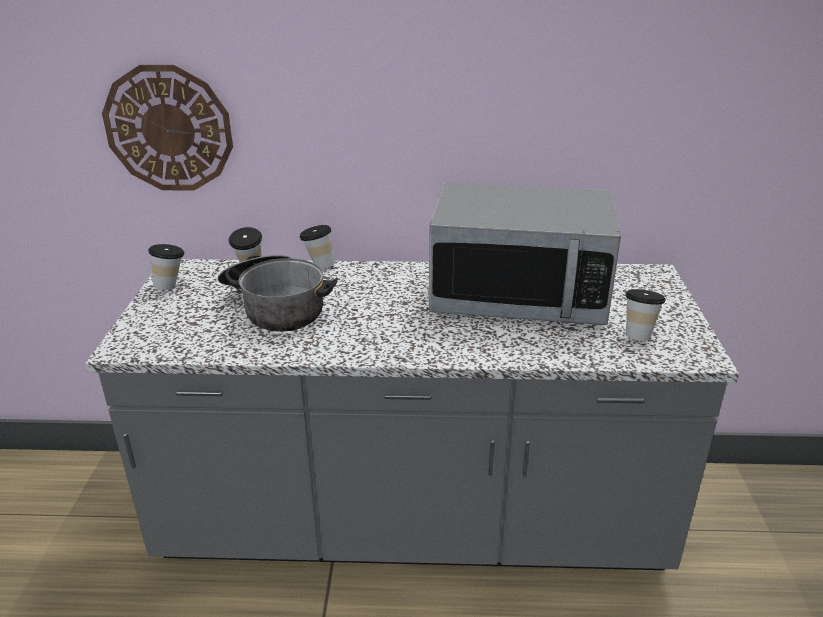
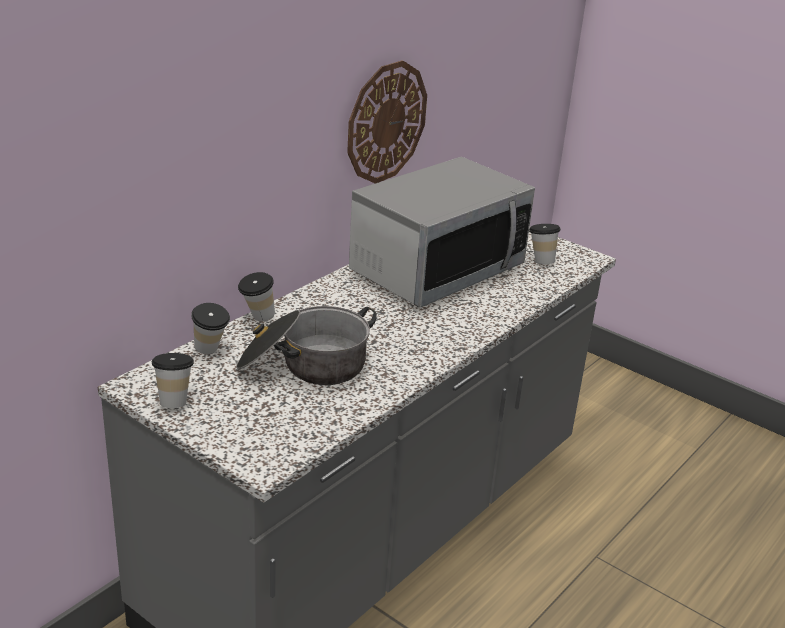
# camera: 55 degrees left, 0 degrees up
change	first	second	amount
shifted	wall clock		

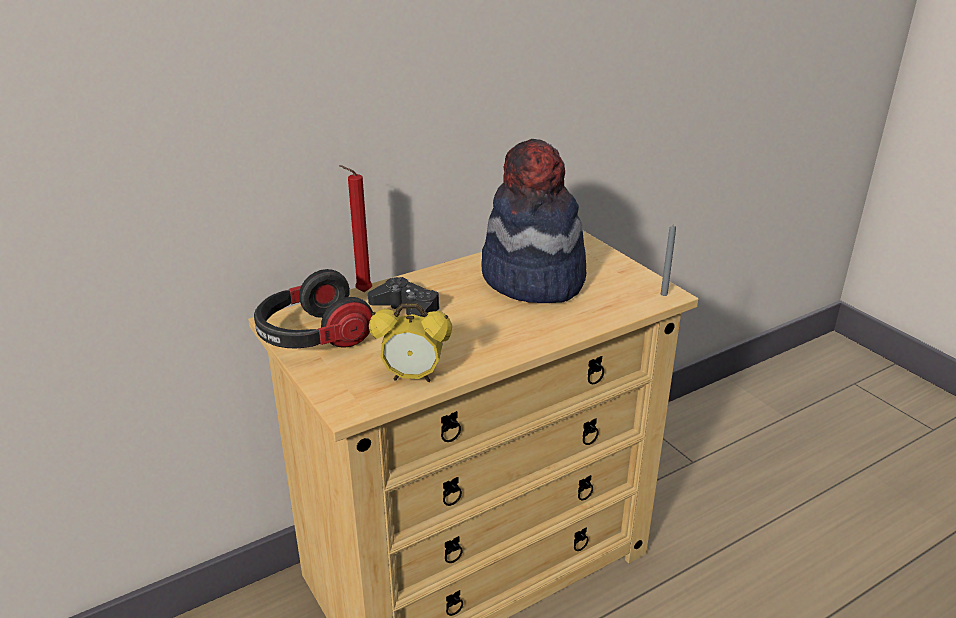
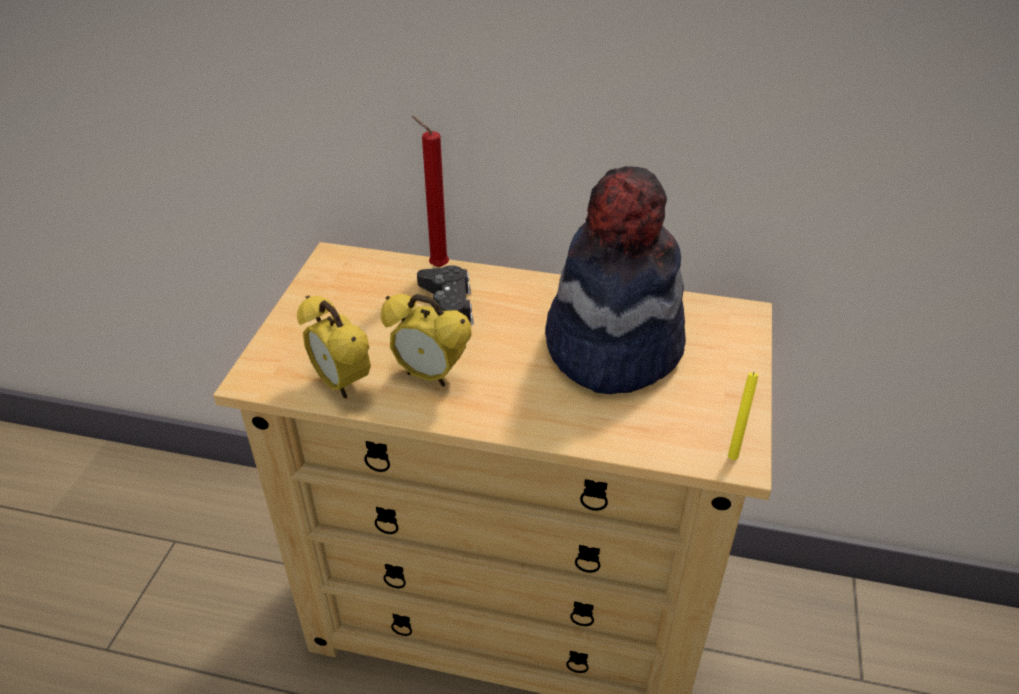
# camera: 45 degrees right, 10 degrees up
change	first	second	amount
gone	headphones		
new		alarm clock (no. 2 from left)	
repainted	grey candle	yellow candle	

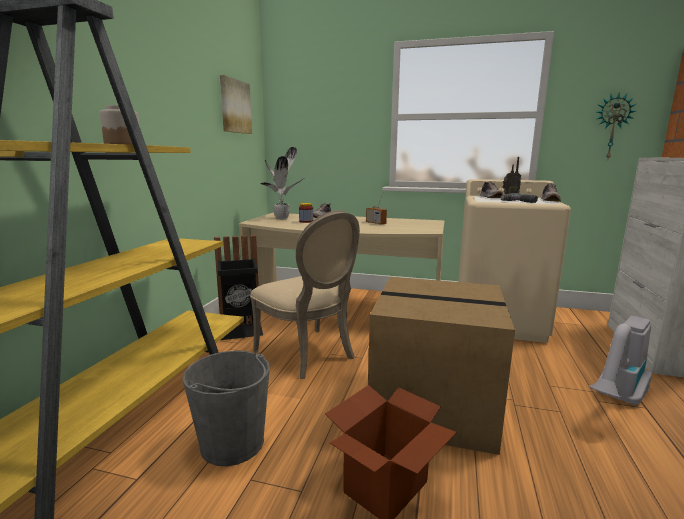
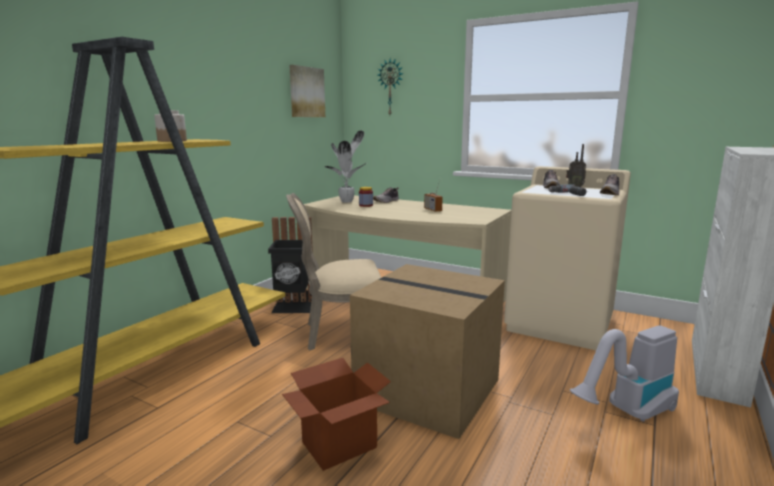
# camera: 15 degrees right, 0 degrees up
change	first	second	amount
gone	grey bucket		
shifted	wall clock		
rotated	beige chair		105 degrees clockwise

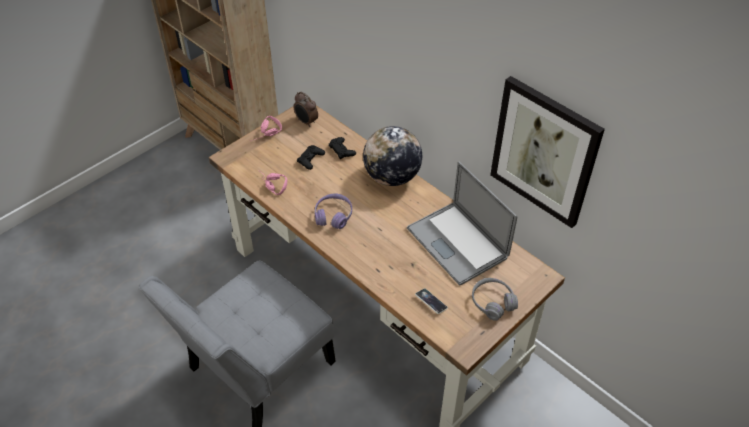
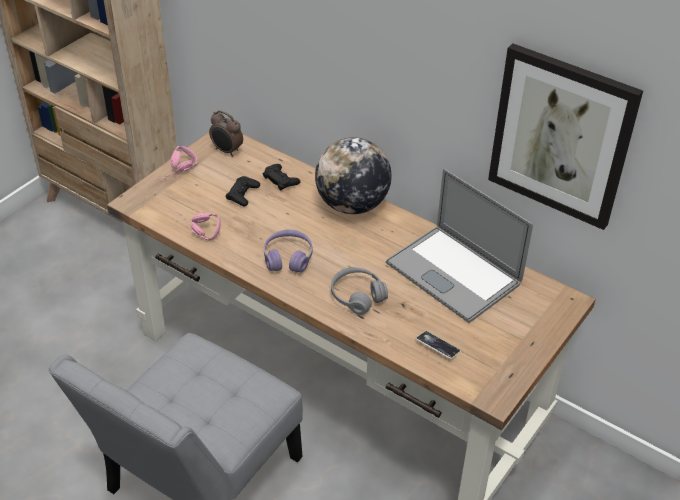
# camera: 10 degrees left, 5 degrees down
change	first	second	amount
shifted	grey headphones		

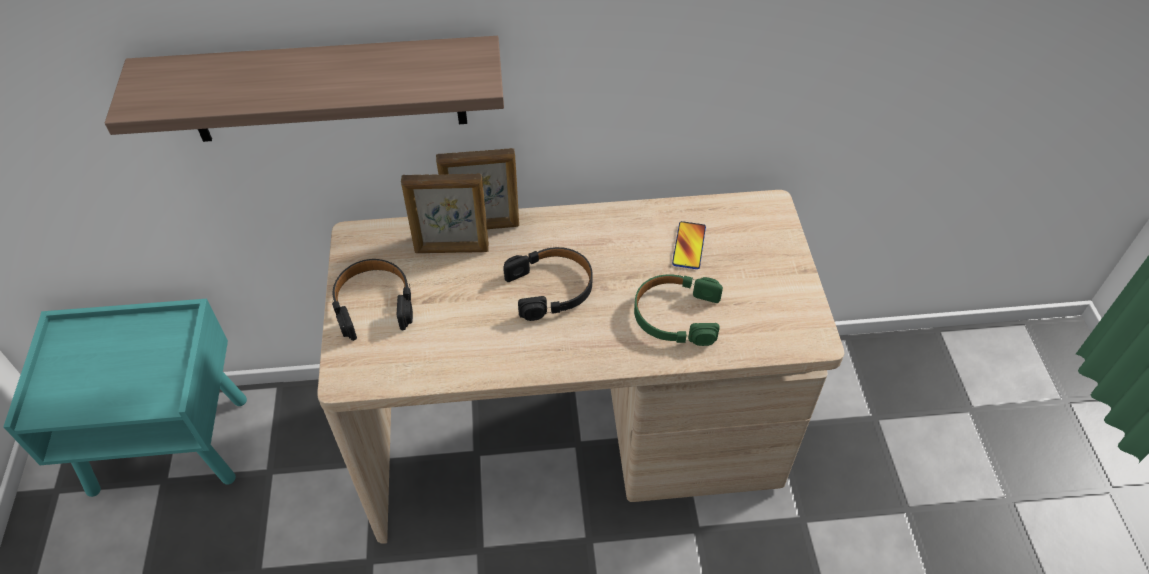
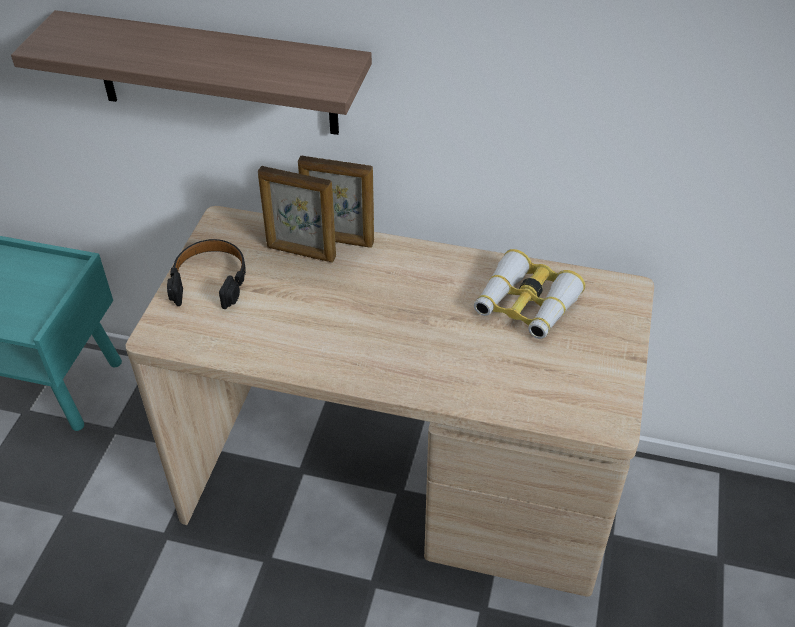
# camera: 20 degrees right, 5 degrees down
change	first	second	amount
gone	black headphones (no. 2 from left)		
gone	green headphones		
swapped	phone	binoculars	

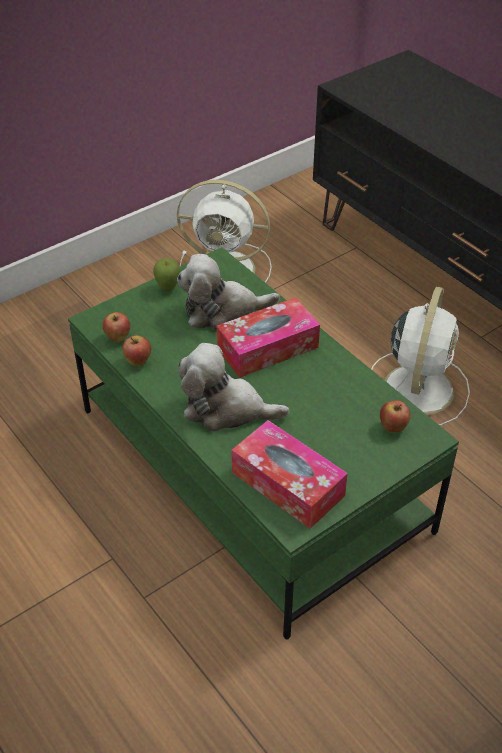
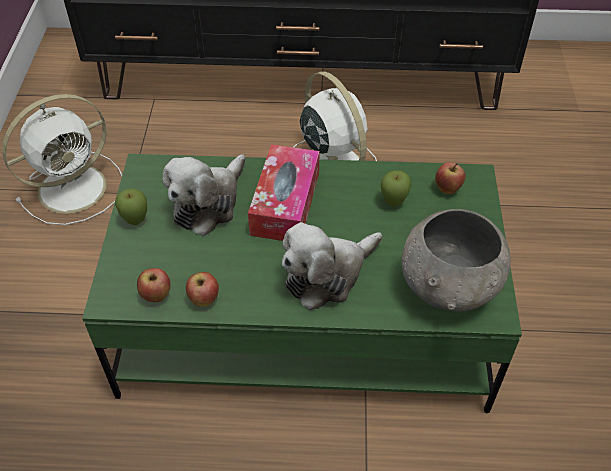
# camera: 50 degrees left, 5 degrees up
change	first	second	amount
new		apple (no. 4 from left)	
swapped	tissue box (no. 2 from left)	grey bowl	

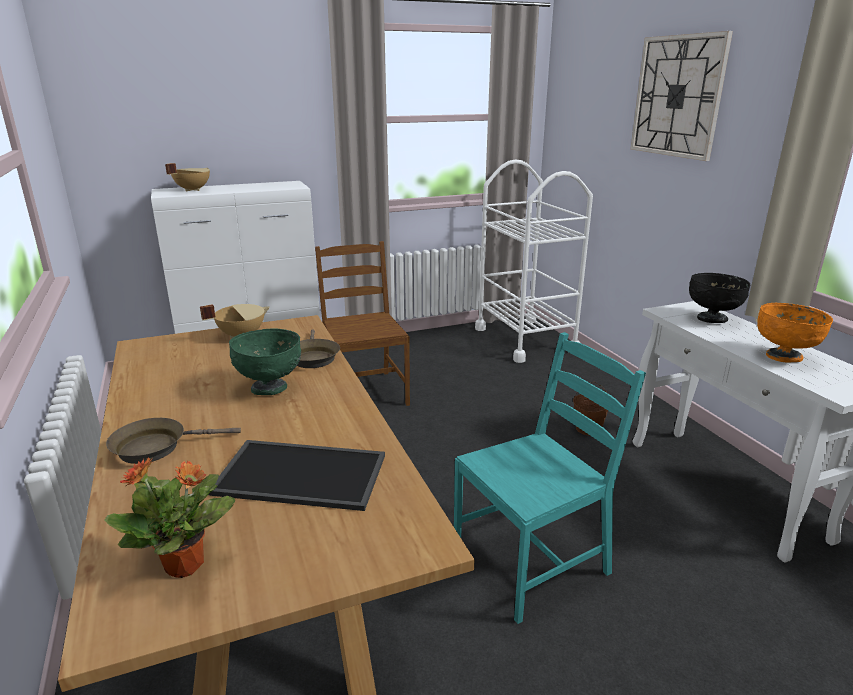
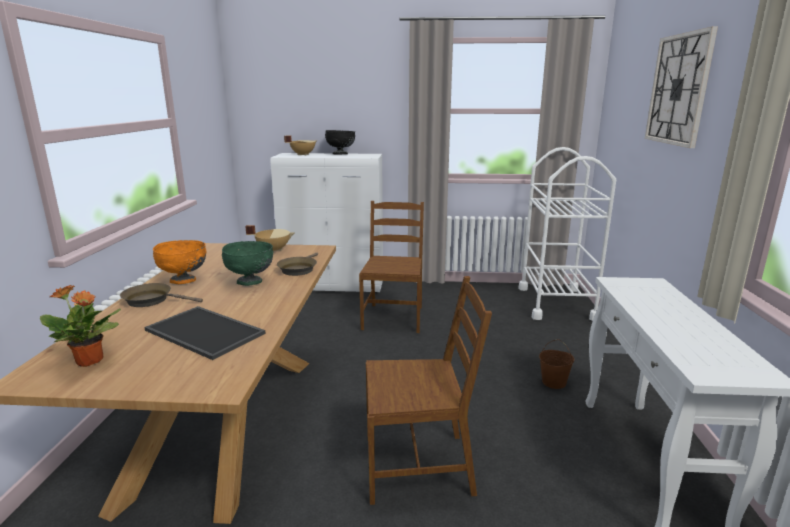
# camera: 25 degrees right, 5 degrees down
change	first	second	amount
shifted	black bowl		
shifted	orange bowl		
repainted	turquoise chair	brown chair (no. 2 from left)	

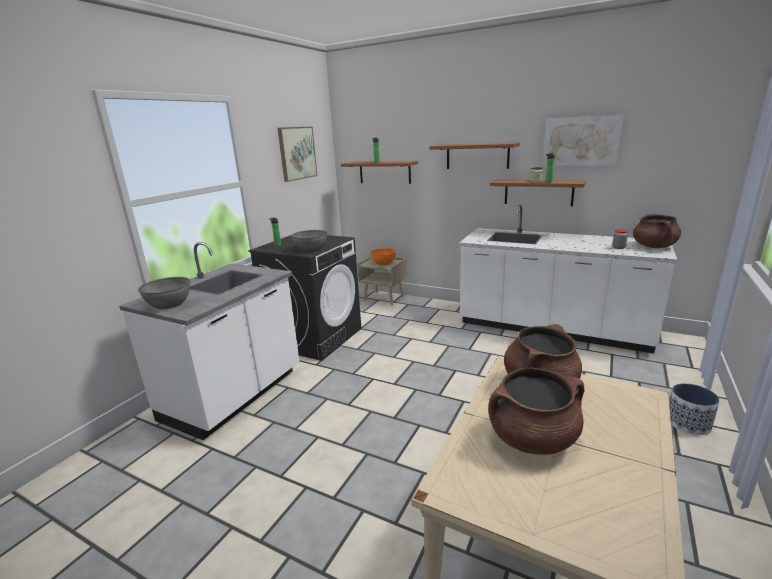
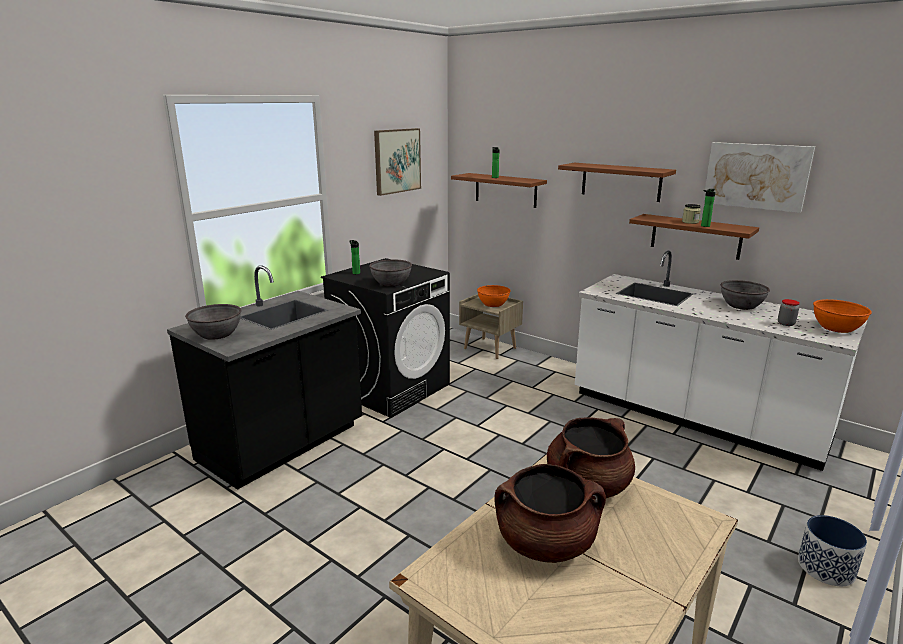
# camera: 10 degrees right, 0 degrees up
change	first	second	amount
new		grey bowl (no. 3 from left)	
swapped	brown cooking pot (no. 3 from left)	orange bowl (no. 2 from left)	
repainted	white counter (no. 1 from left)	black counter	

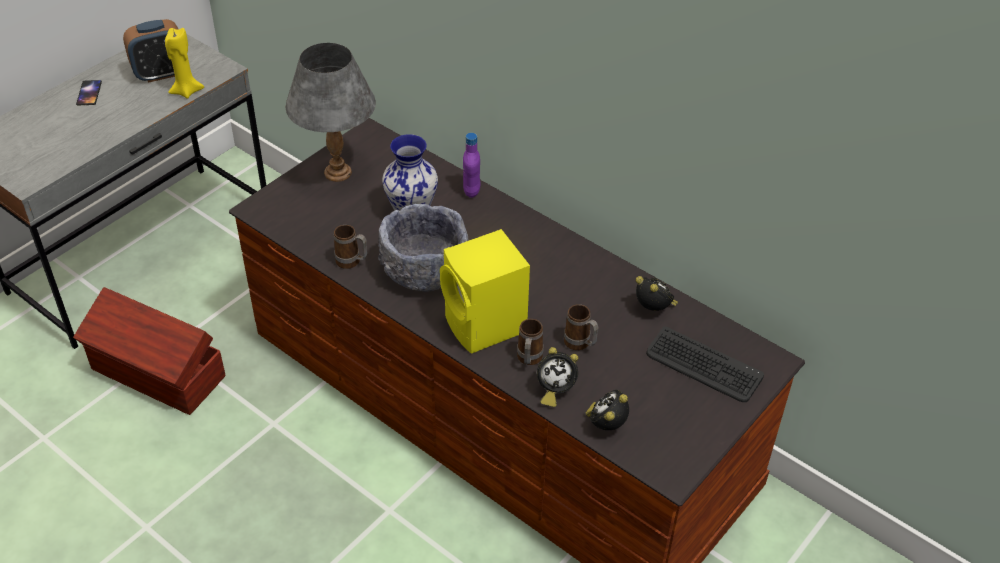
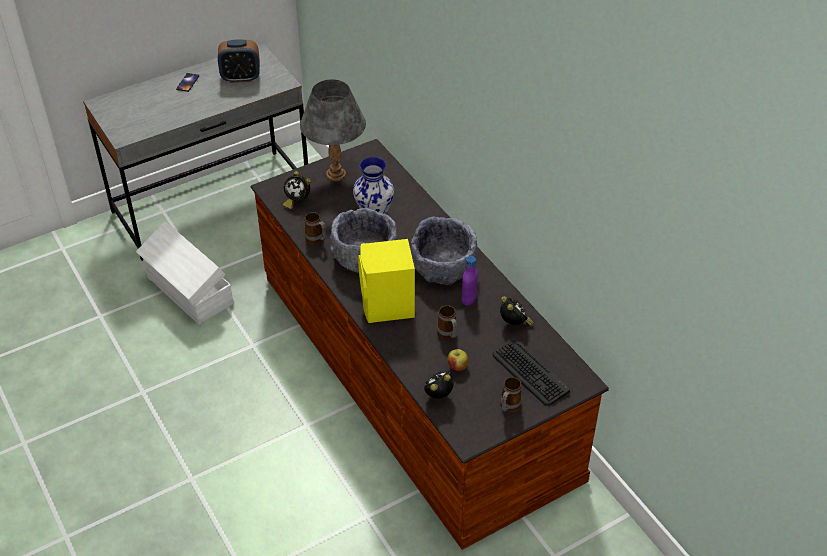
# camera: 20 degrees right, 0 degrees up
change	first	second	amount
gone	yellow candle		
new		grey bowl (no. 2 from left)	
new		apple	
shifted	purple bottle		
shifted	mug (no. 2 from left in the first image)	mug (no. 3 from left)	
shifted	alarm clock (no. 2 from left)		
repainted	brown storage box	white storage box	

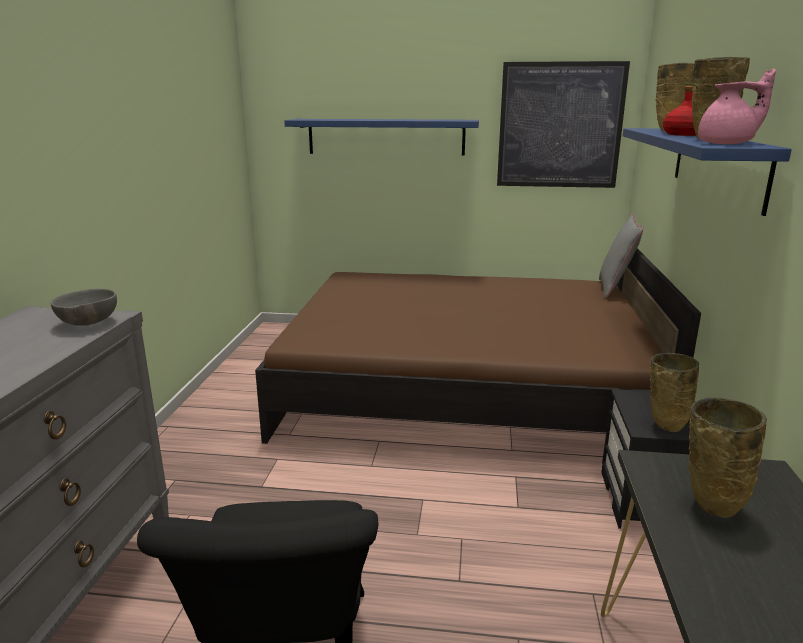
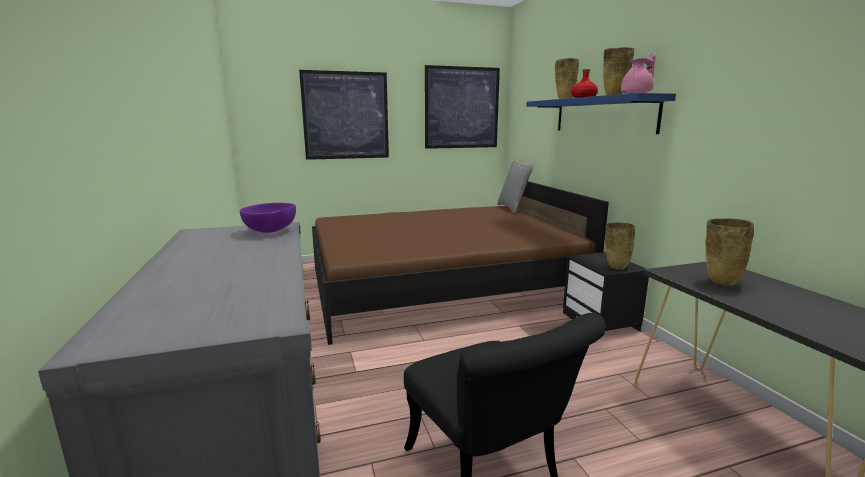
# camera: 25 degrees left, 5 degrees down
change	first	second	amount
swapped	blue shelf (no. 1 from left)	picture (no. 1 from left)	
repainted	grey bowl	purple bowl	

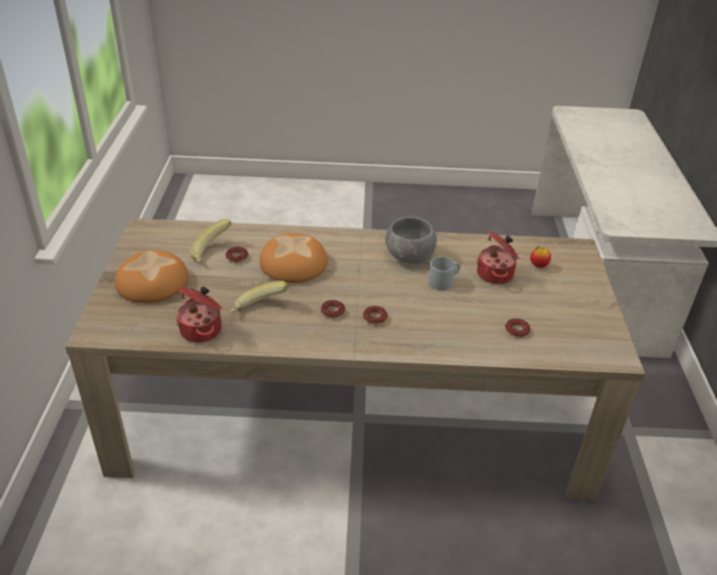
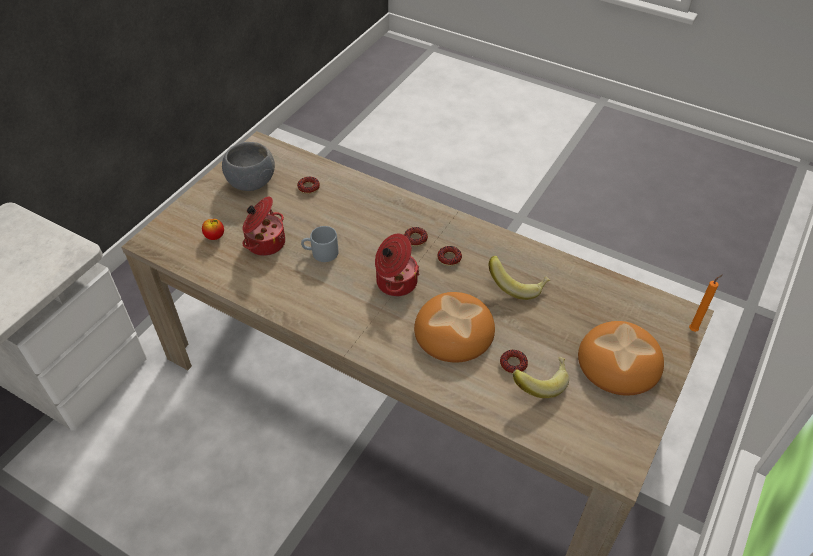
# camera: 150 degrees left, 10 degrees up
change	first	second	amount
new		orange candle	
shifted	cooking pot (no. 1 from left in the first image)	cooking pot (no. 2 from left)	
shifted	grey bowl		

